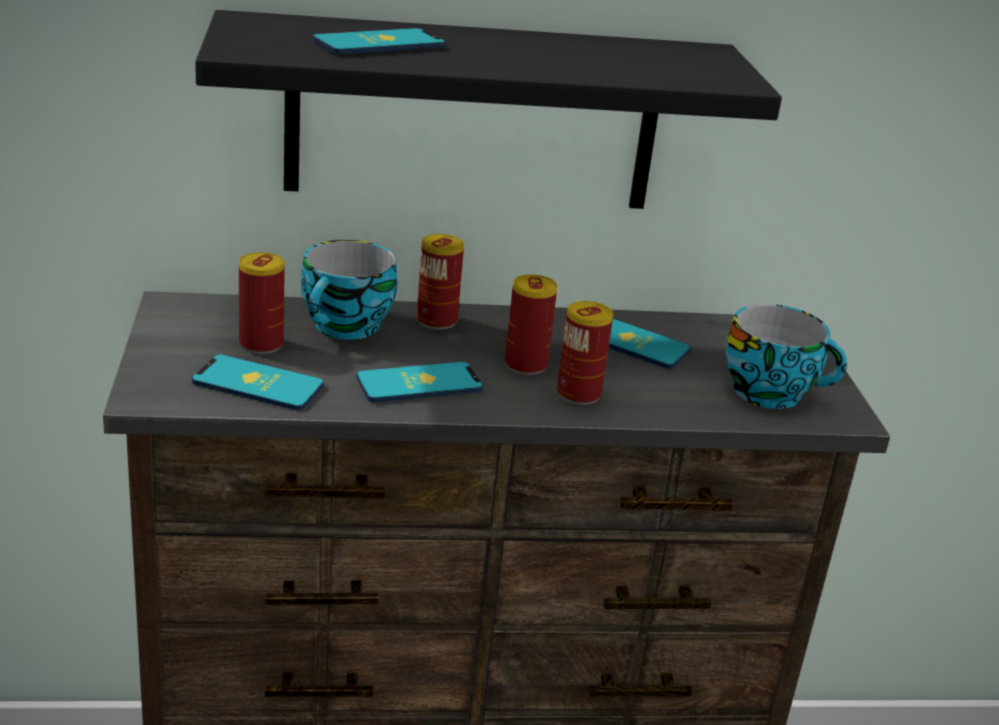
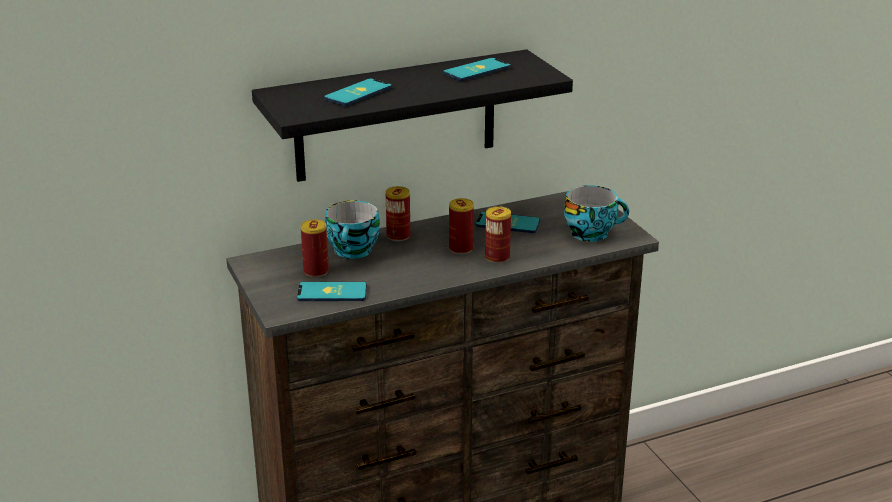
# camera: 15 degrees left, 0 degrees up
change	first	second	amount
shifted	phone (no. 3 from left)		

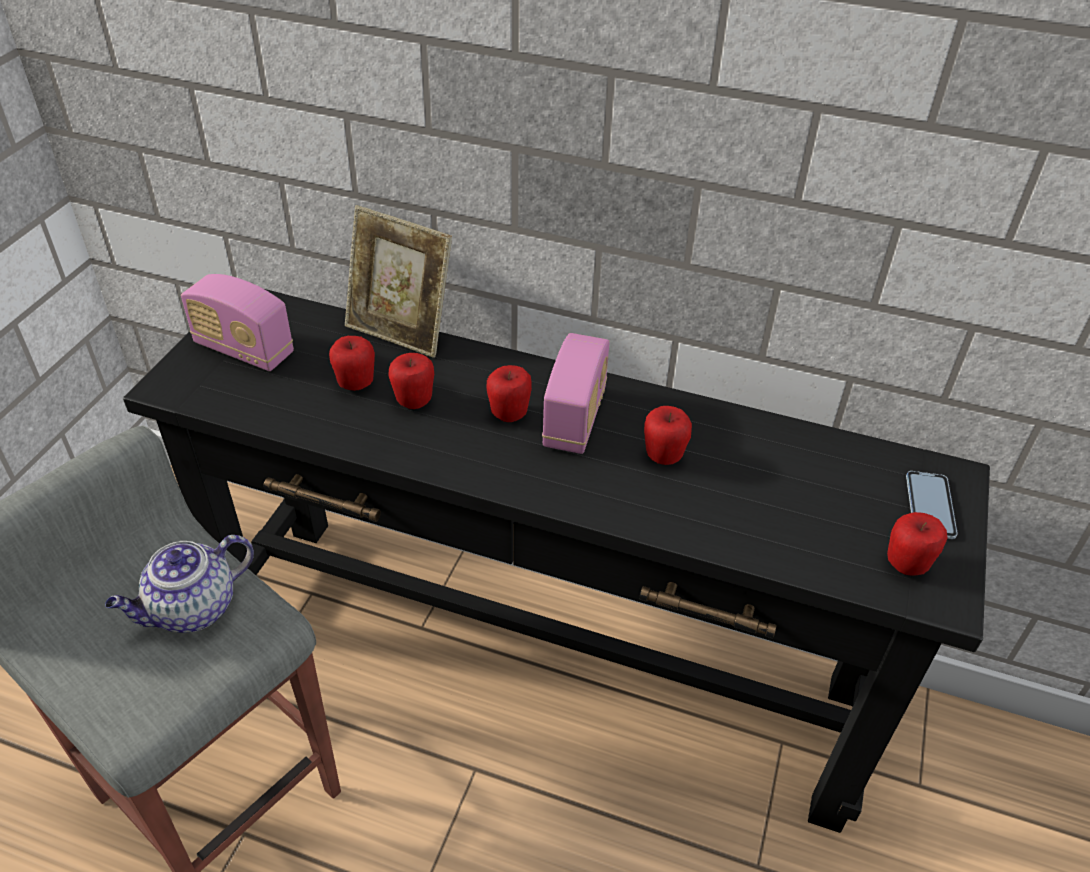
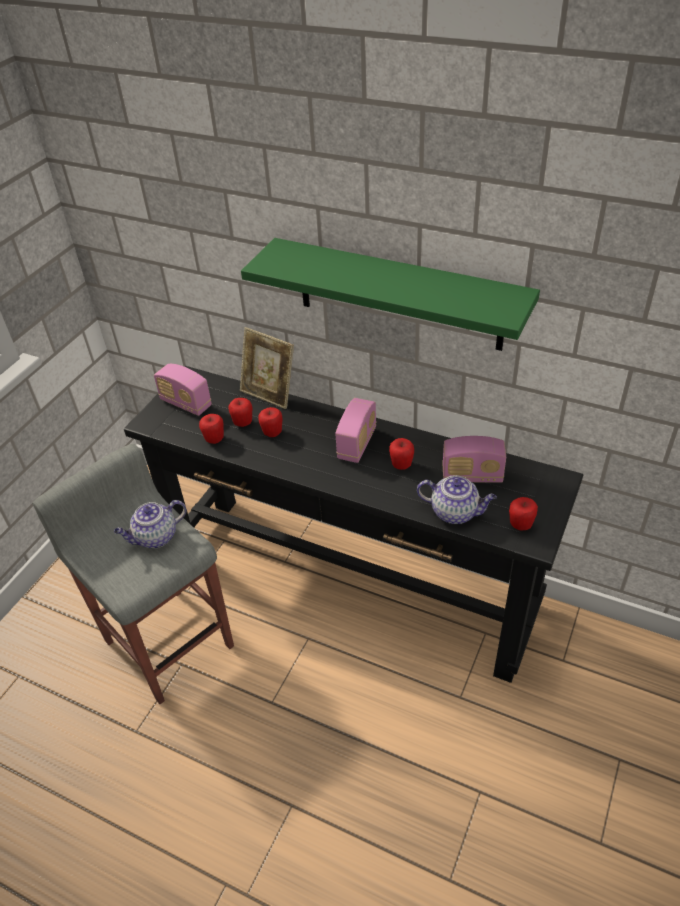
# camera: 10 degrees right, 0 degrees up
change	first	second	amount
gone	phone		
new		green shelf	
new		teapot (no. 2 from left)	
new		radio (no. 3 from left)	
shifted	apple (no. 3 from left in the first image)	apple (no. 1 from left)	

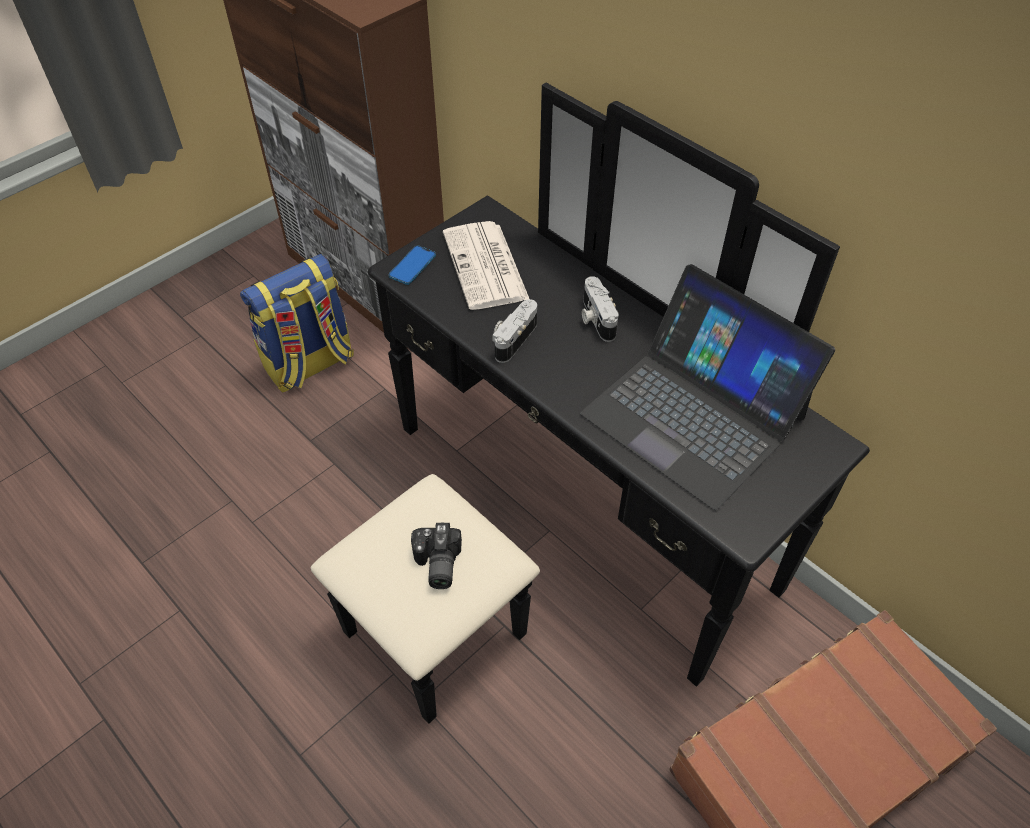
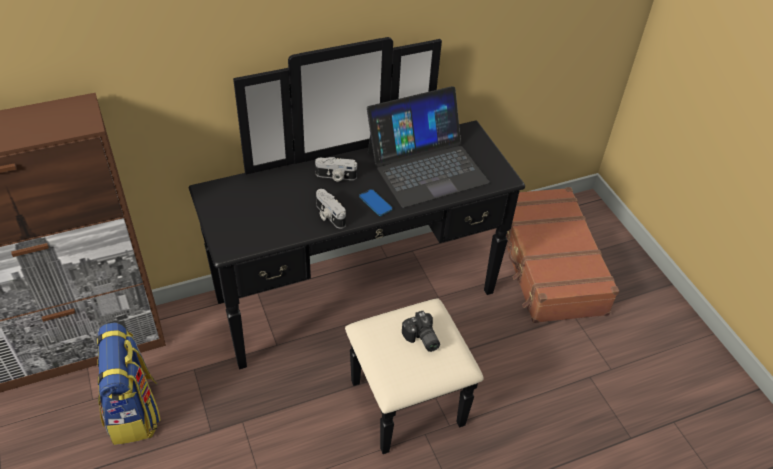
# camera: 70 degrees left, 5 degrees down
change	first	second	amount
gone	newspaper		
shifted	phone		
rotated	photo camera (no. 1 from left in the first image)	photo camera (no. 3 from left)	45 degrees clockwise

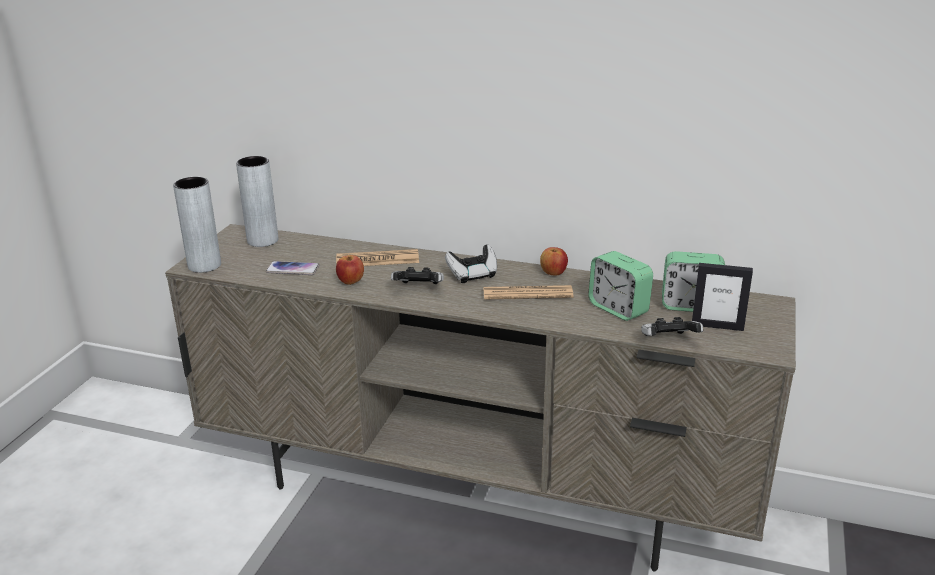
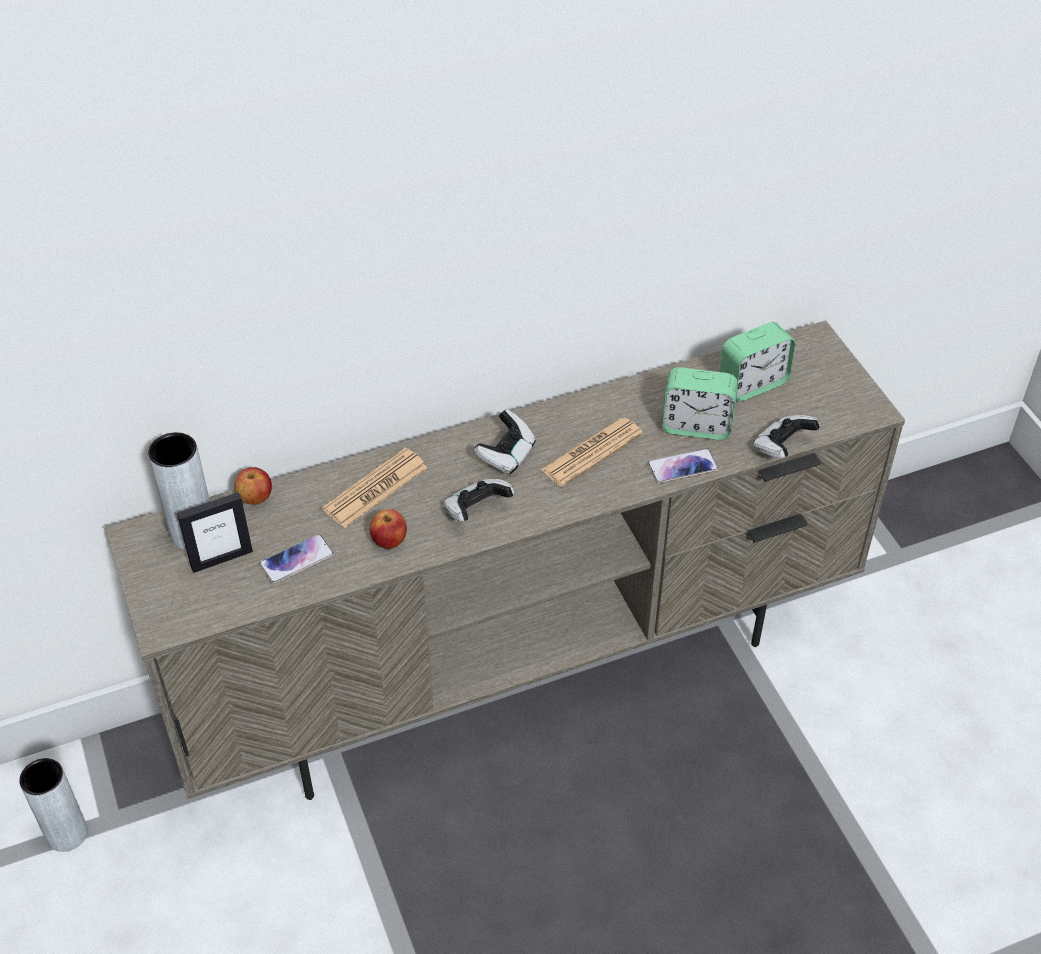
# camera: 40 degrees left, 20 degrees up
change	first	second	amount
new		phone (no. 2 from left)	
shifted	grey vase (no. 1 from left)		
shifted	apple (no. 2 from left in the first image)	apple (no. 1 from left)	
shifted	picture frame		

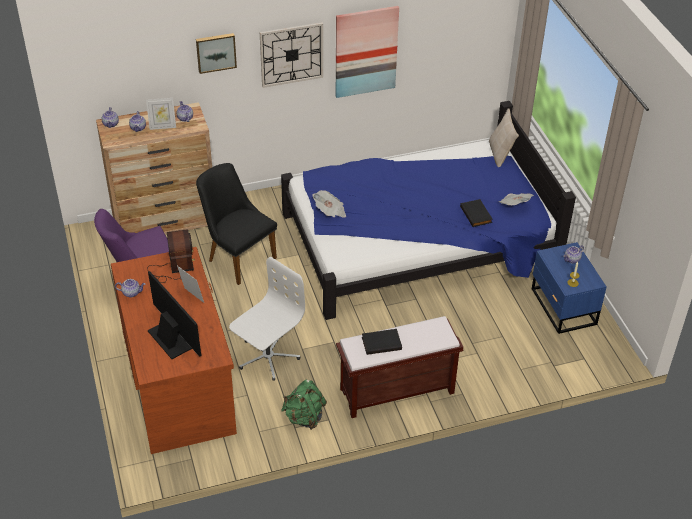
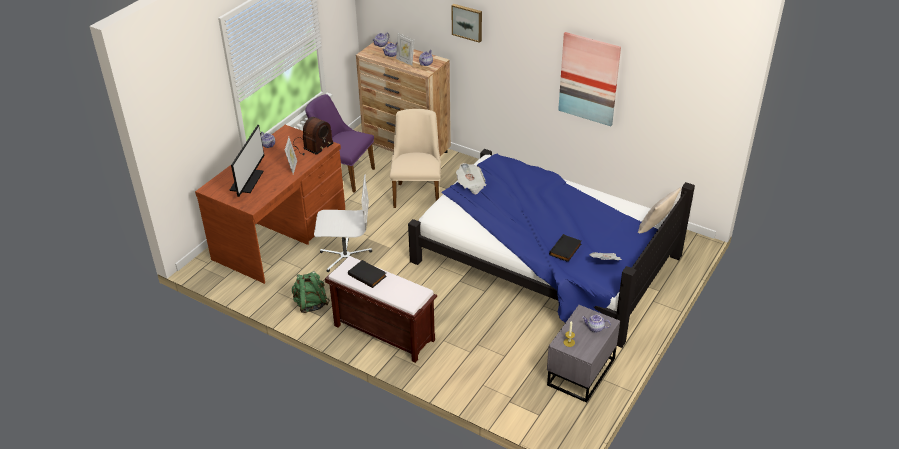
# camera: 50 degrees right, 5 degrees down
change	first	second	amount
gone	wall clock		
repainted	black chair	beige chair	
repainted	blue nightstand	grey nightstand	

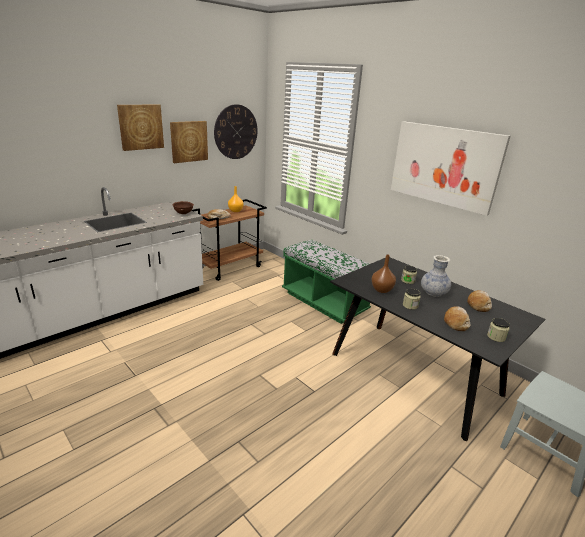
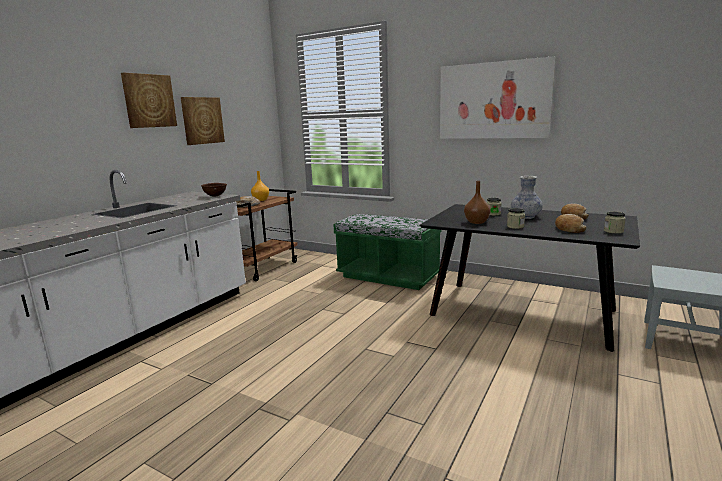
# camera: 15 degrees left, 10 degrees down
change	first	second	amount
gone	wall clock		

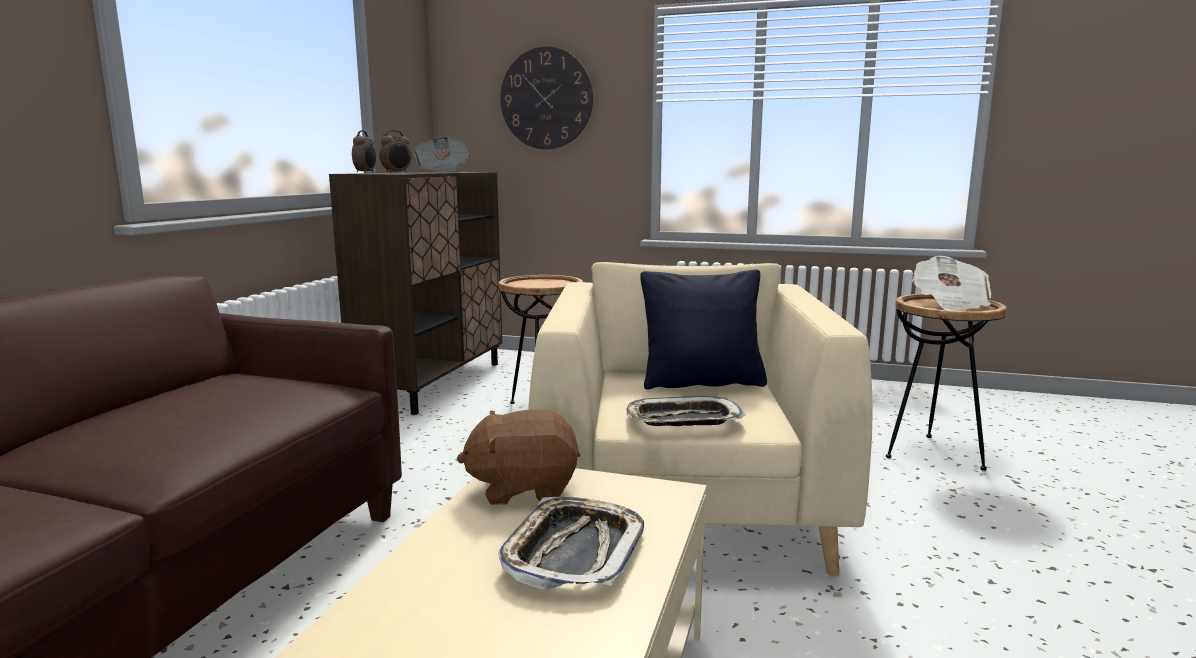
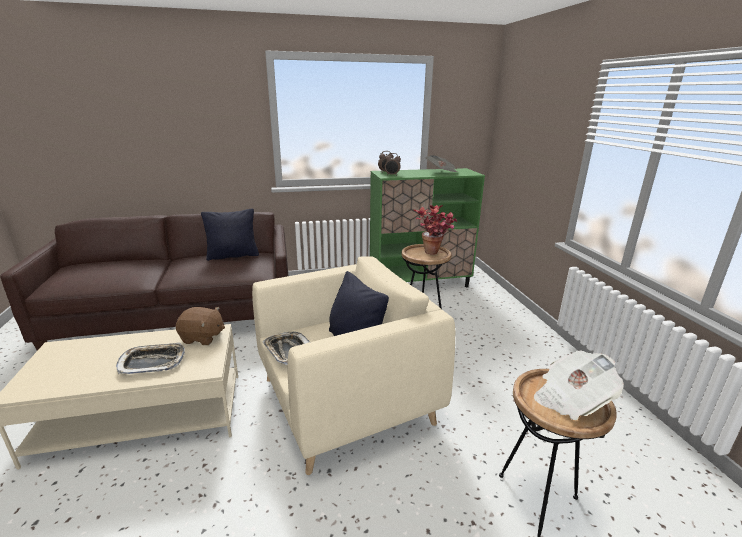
# camera: 60 degrees right, 10 degrees up
change	first	second	amount
gone	wall clock		
new		black pillow (no. 1 from left)	
new		potted plant	
repainted	brown cabinet	green cabinet	
rotated	brown plush toy		135 degrees clockwise

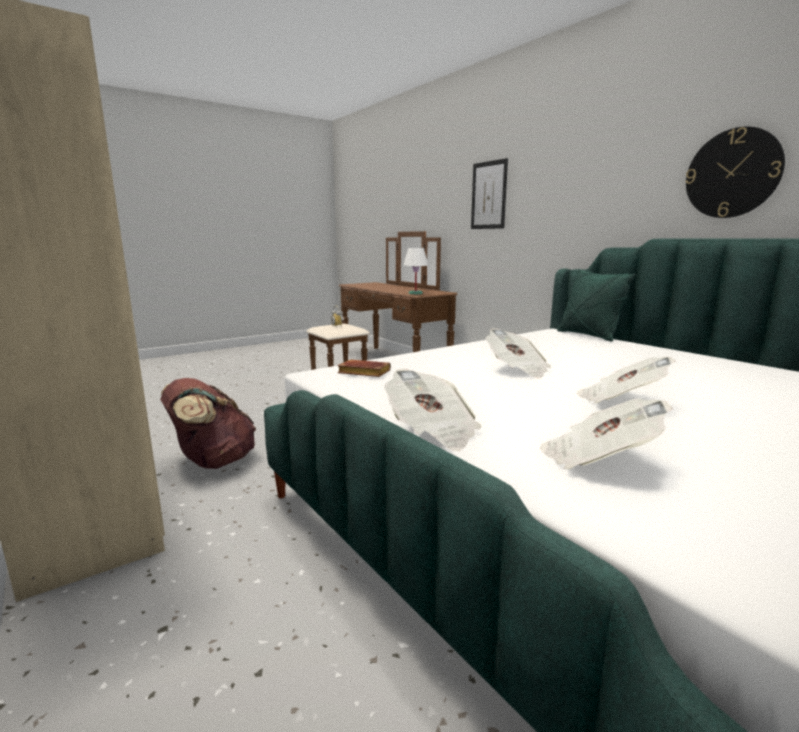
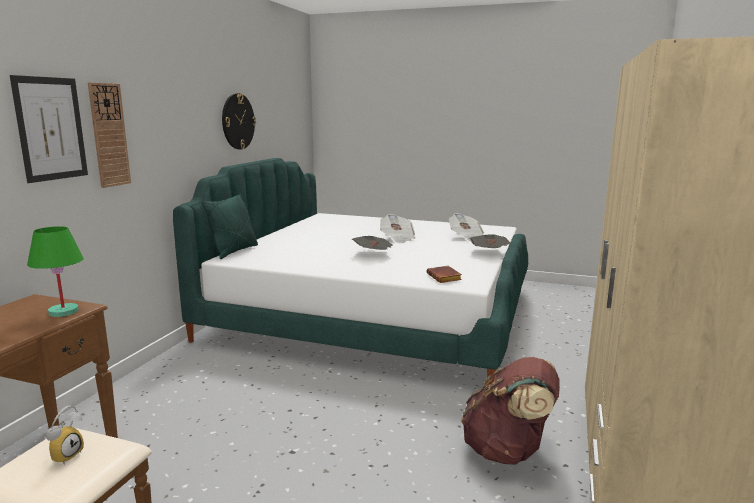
# camera: 125 degrees left, 0 degrees up
change	first	second	amount
new		wall clock (no. 1 from left)	
repainted	white table lamp	green table lamp	

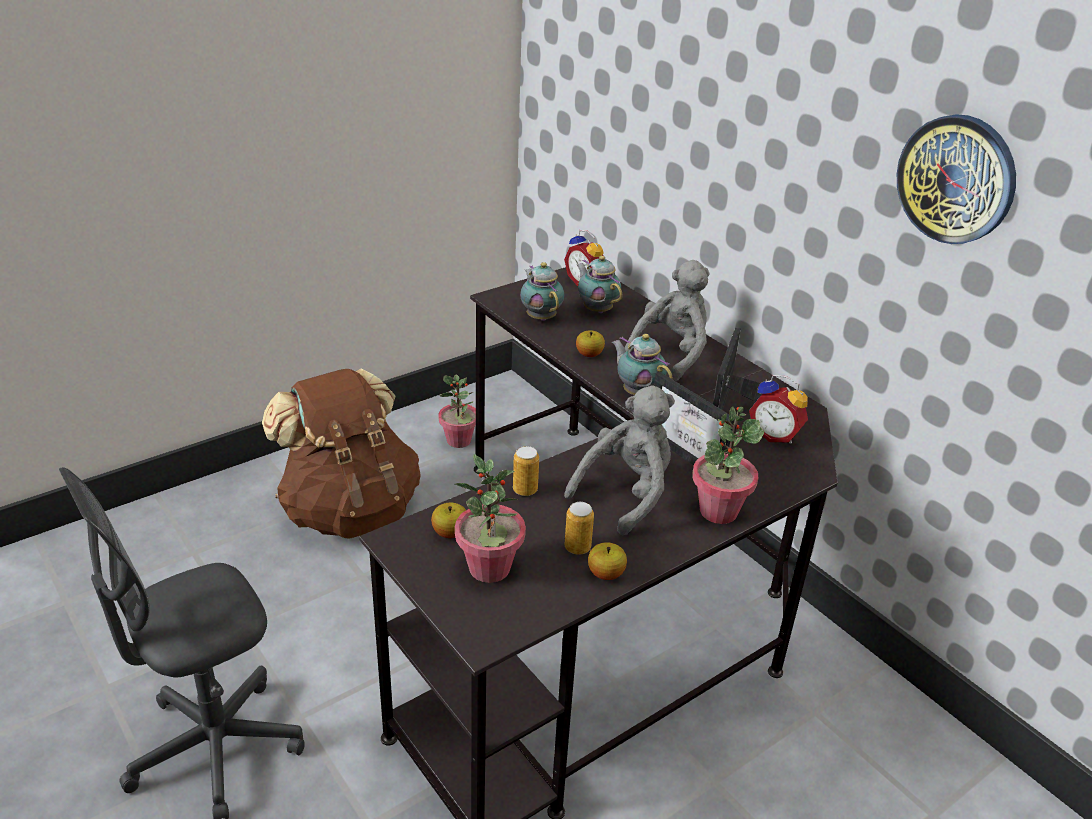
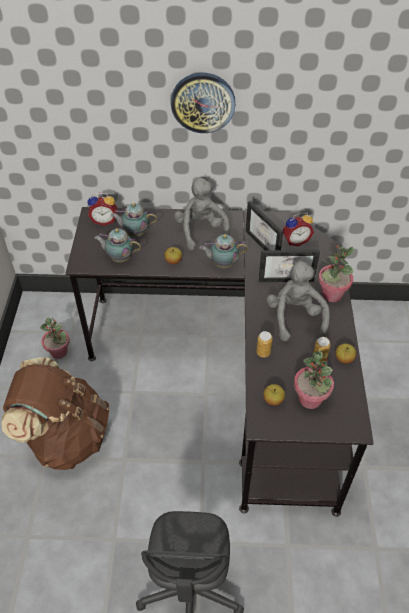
# camera: 50 degrees left, 15 degrees up
change	first	second	amount
shifted	wall clock		

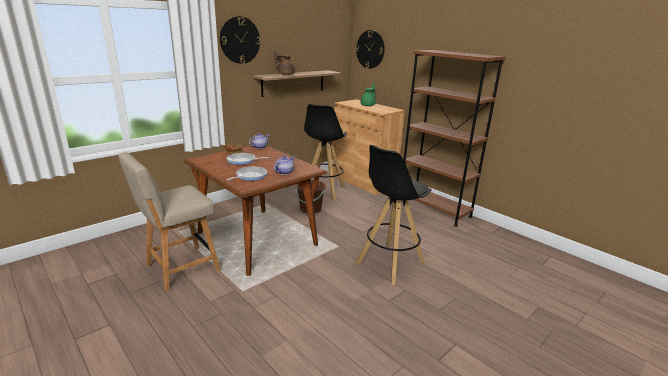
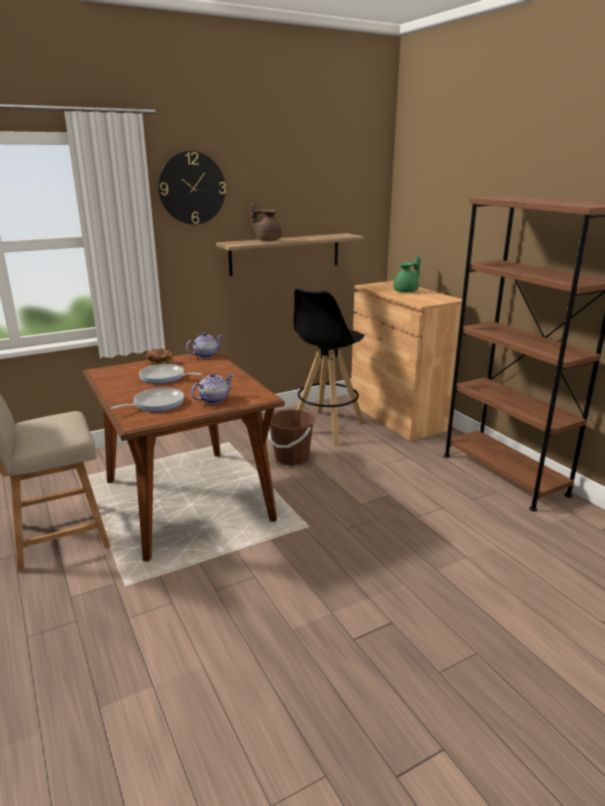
# camera: 15 degrees right, 0 degrees up
change	first	second	amount
gone	wall clock (no. 2 from left)		
gone	black stool (no. 2 from left)		

